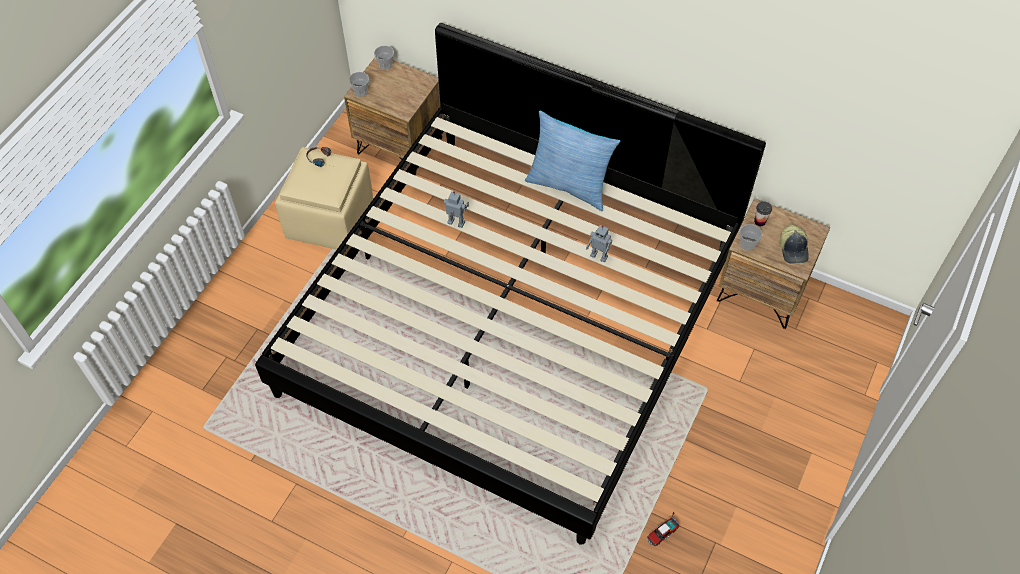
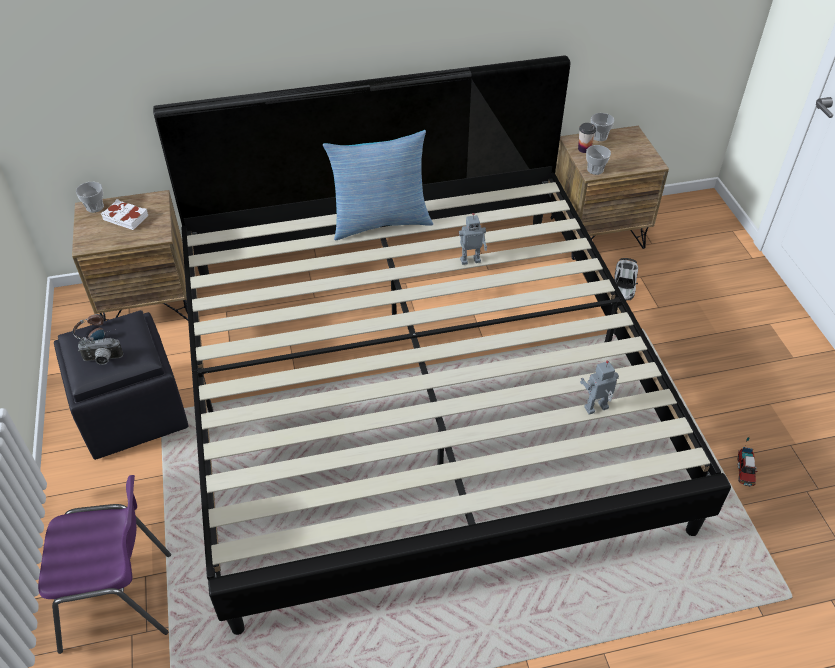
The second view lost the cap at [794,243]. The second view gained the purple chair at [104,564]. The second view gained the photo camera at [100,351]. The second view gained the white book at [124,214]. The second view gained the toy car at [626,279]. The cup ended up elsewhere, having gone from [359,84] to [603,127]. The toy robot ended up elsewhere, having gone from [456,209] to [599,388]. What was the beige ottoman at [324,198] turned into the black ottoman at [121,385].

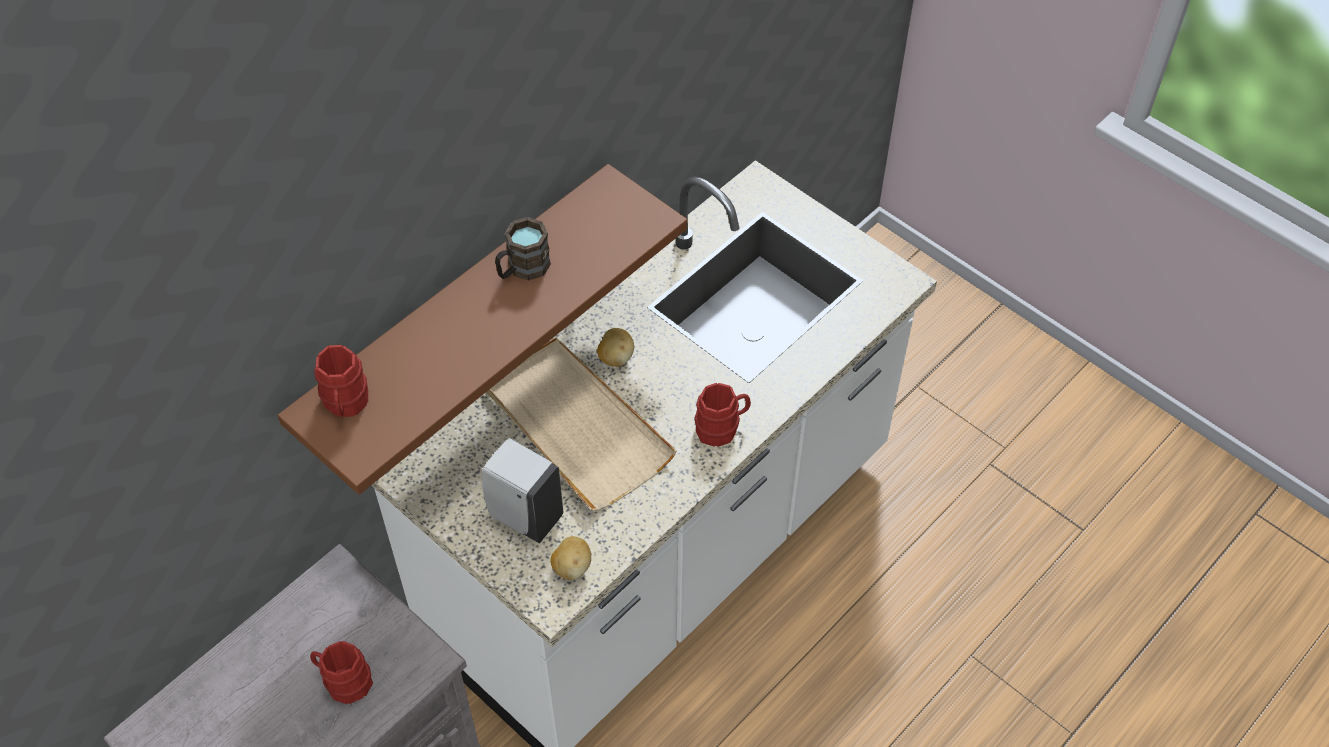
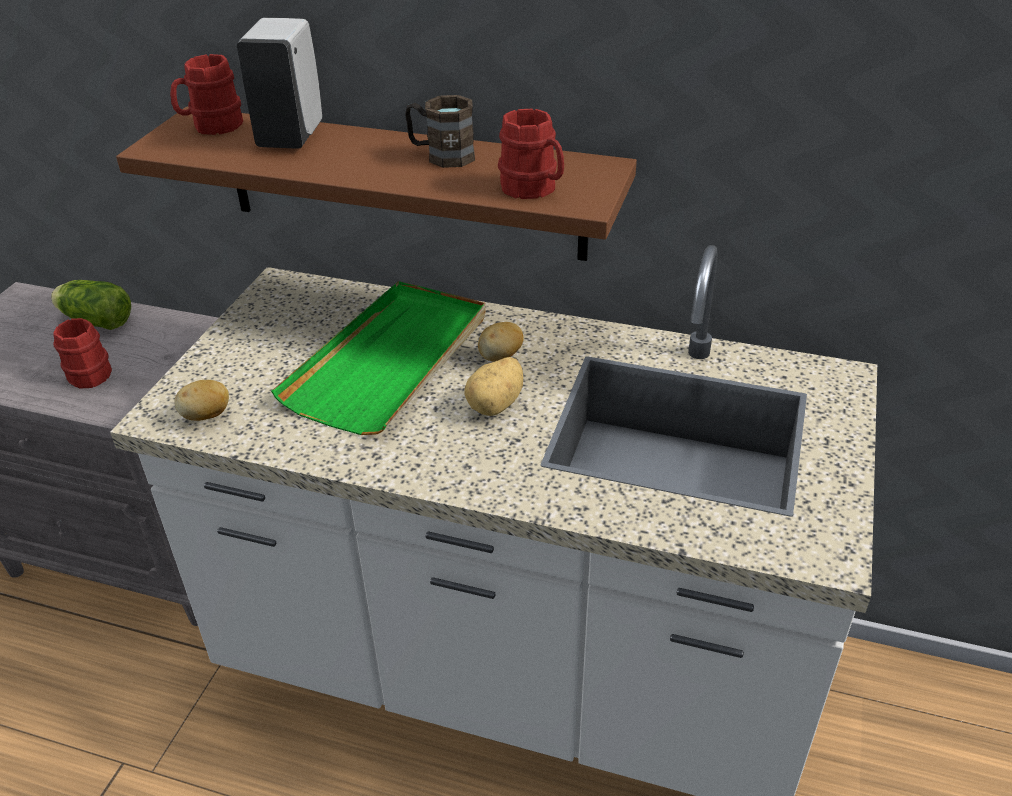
The second view gained the lettuce at [91,305]. The second view gained the potato at [493,386]. The white soap dispenser ended up elsewhere, having gone from [522,490] to [279,83]. The red mug ended up elsewhere, having gone from [722,415] to [531,154]. What was the beige tray at [582,424] turned into the green tray at [378,358].

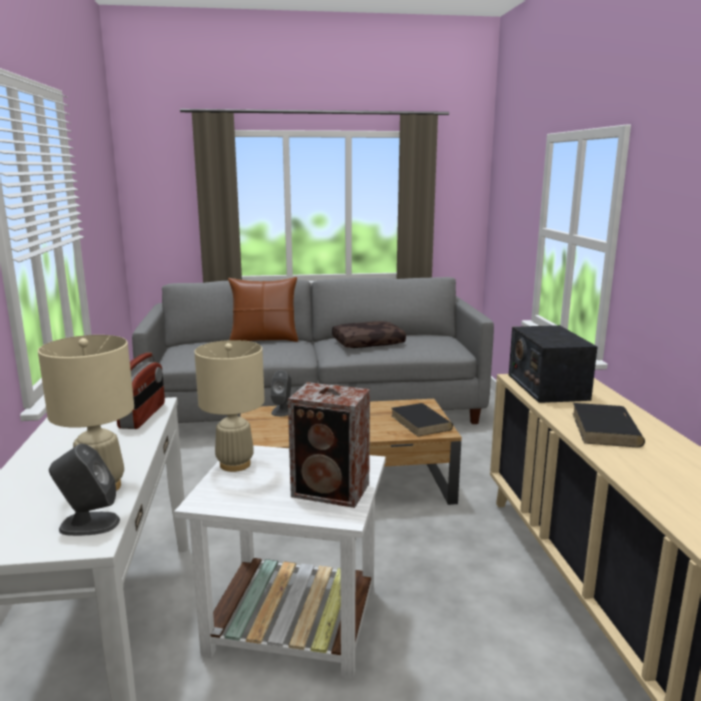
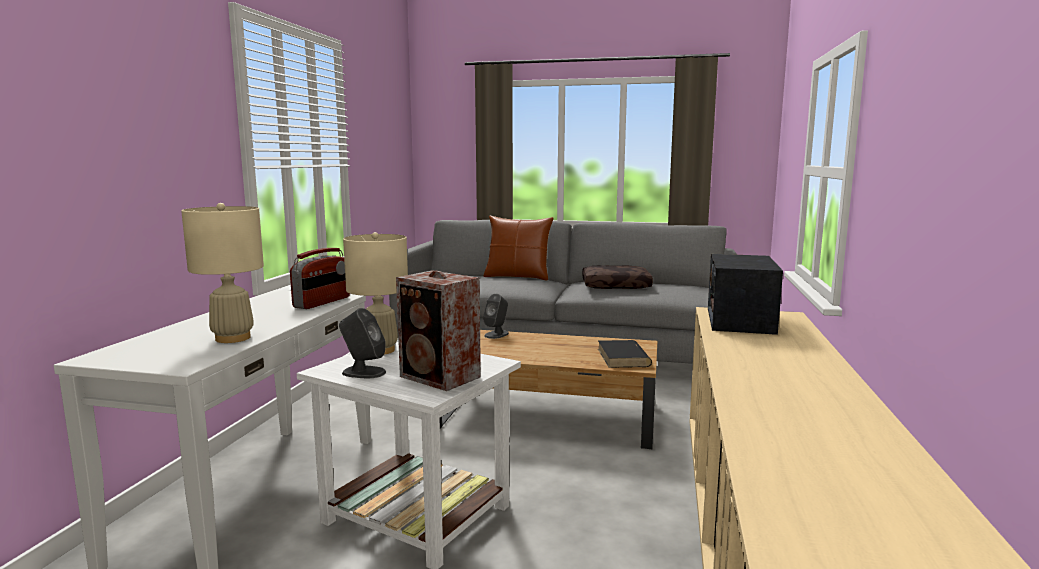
The second view lost the black book at [608,425]. The grey speaker ended up elsewhere, having gone from [84,490] to [362,343].

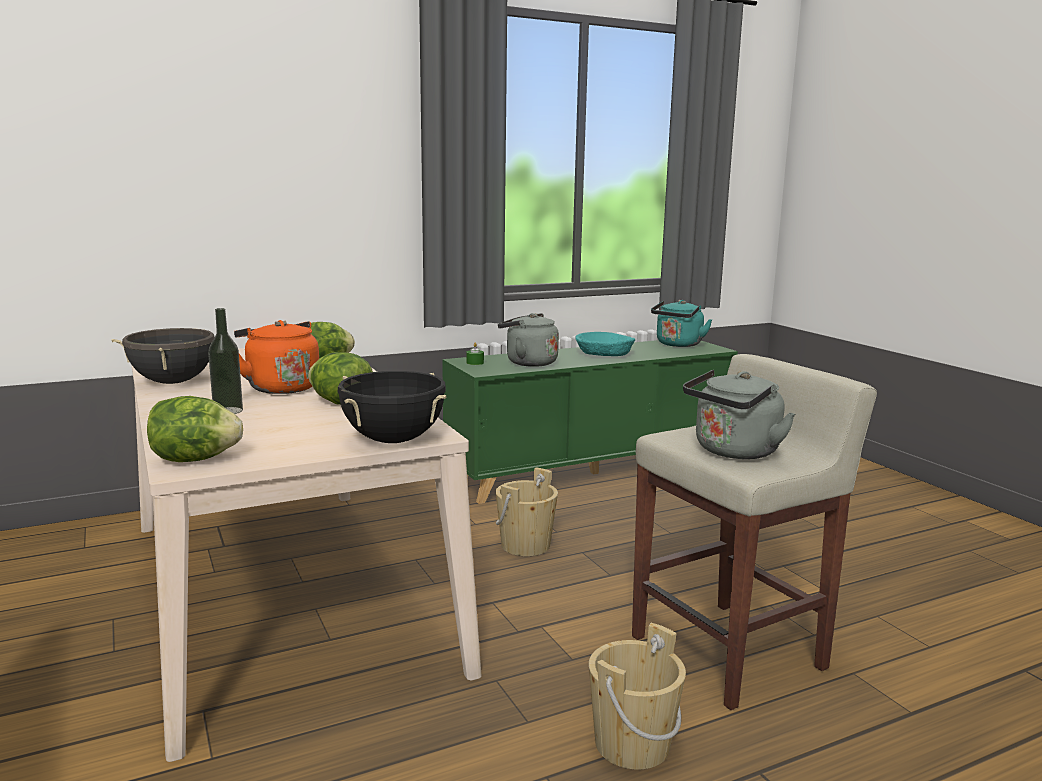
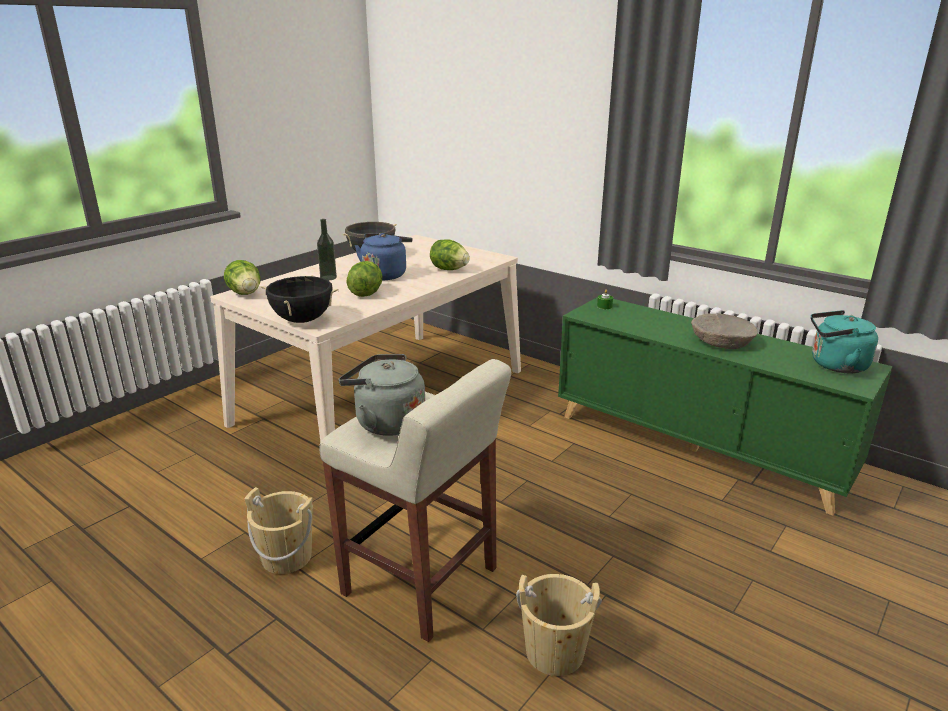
The second view lost the grey kettle at [528,340]. The beige bucket ended up elsewhere, having gone from [527,511] to [559,625]. What was the orange kettle at [276,357] turned into the blue kettle at [383,256]. What was the turquoise bowl at [605,344] turned into the beige bowl at [724,331].

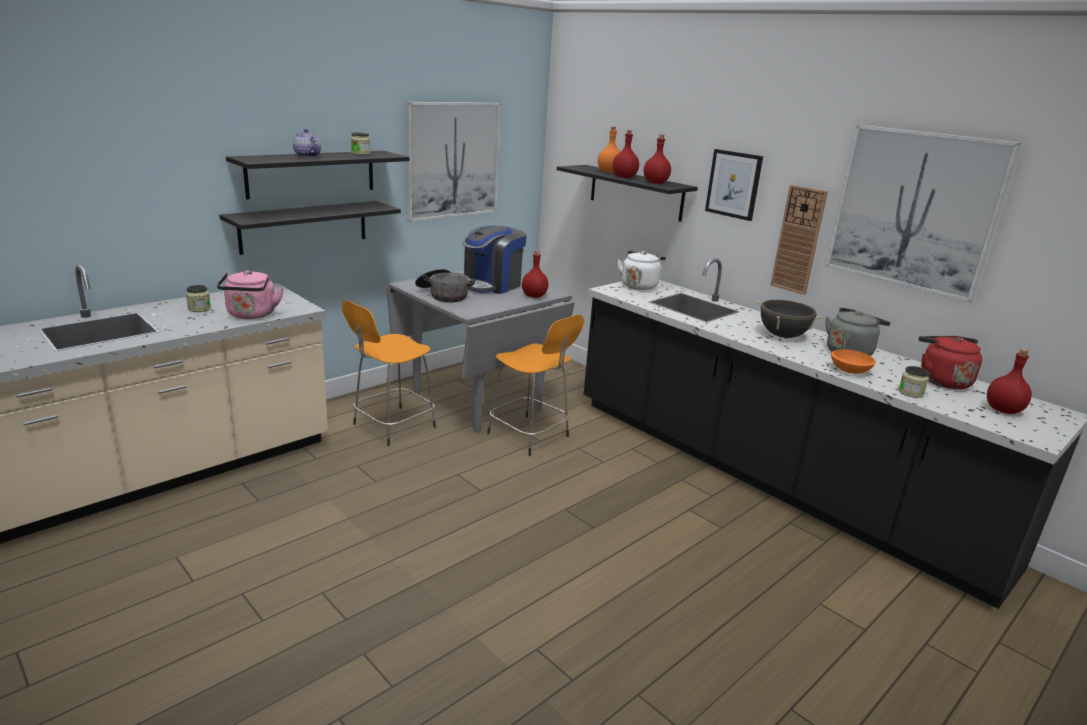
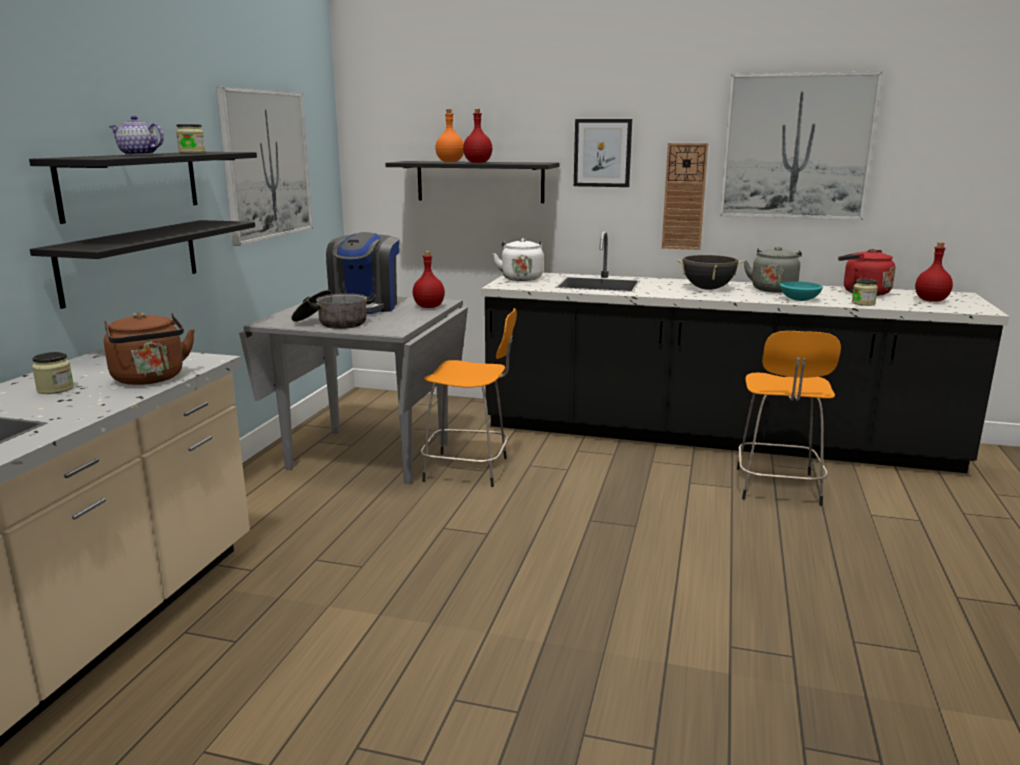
The second view lost the red bottle at [657,159]. The orange stool ended up elsewhere, having gone from [389,373] to [789,418]. What was the pink kettle at [250,294] turned into the brown kettle at [149,348]. What was the orange bowl at [853,361] turned into the turquoise bowl at [801,291].

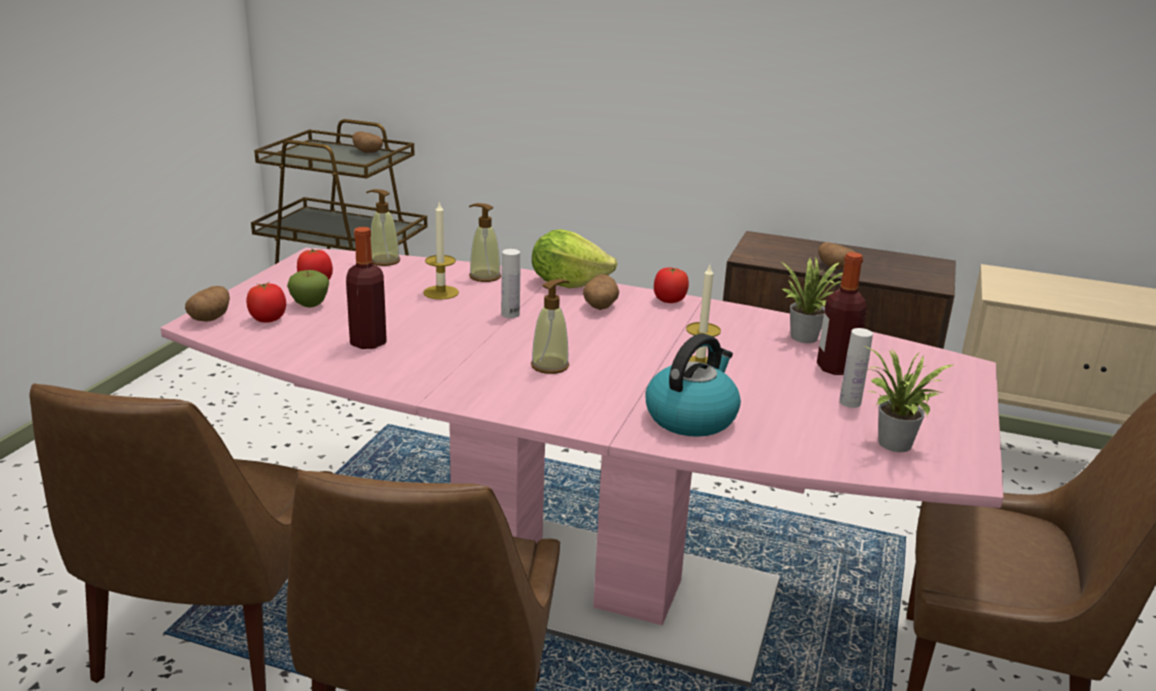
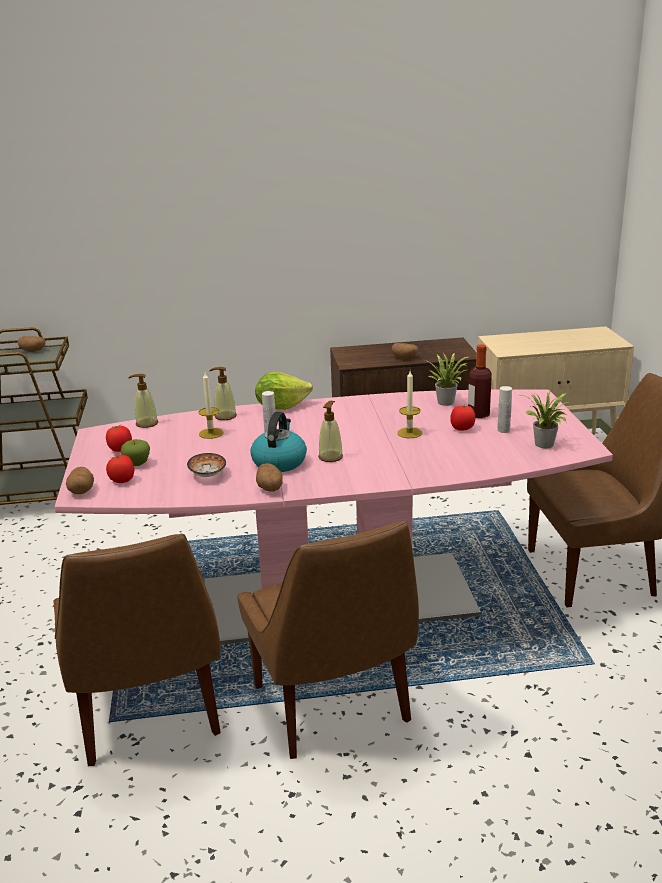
The potato ended up elsewhere, having gone from [601,292] to [269,477]. The kettle ended up elsewhere, having gone from [693,385] to [278,442]. The tomato ended up elsewhere, having gone from [671,285] to [462,418]. Where the bottle stood at [366,288], the bowl came to stand at [206,465].

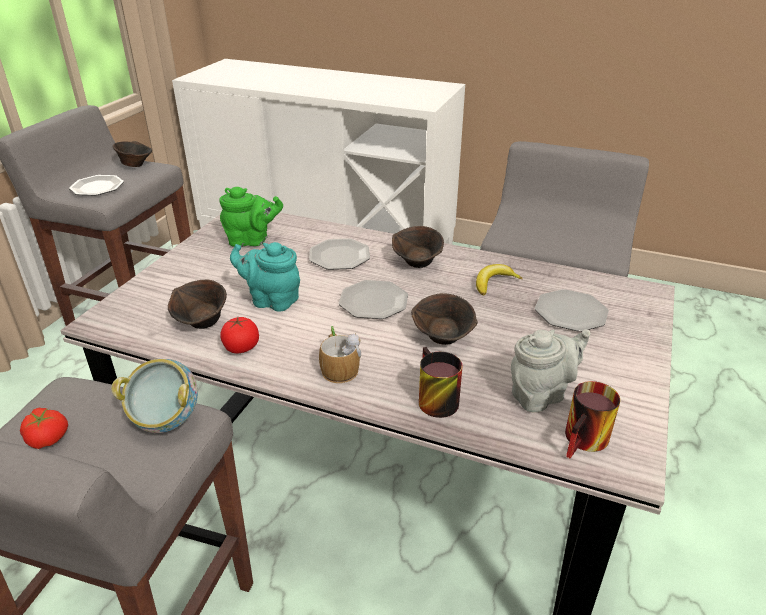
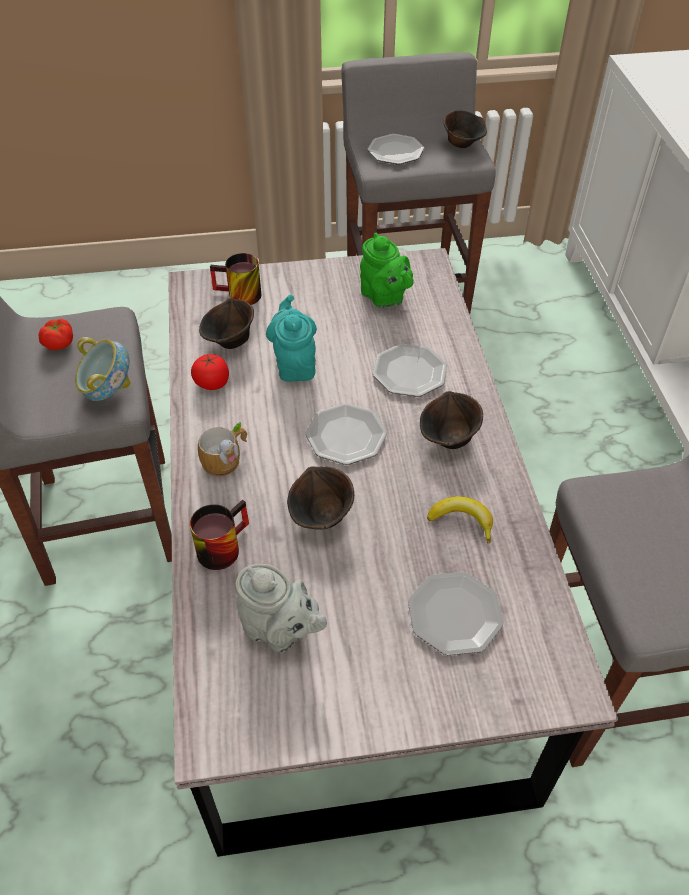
The mug ended up elsewhere, having gone from [592,419] to [235,279].

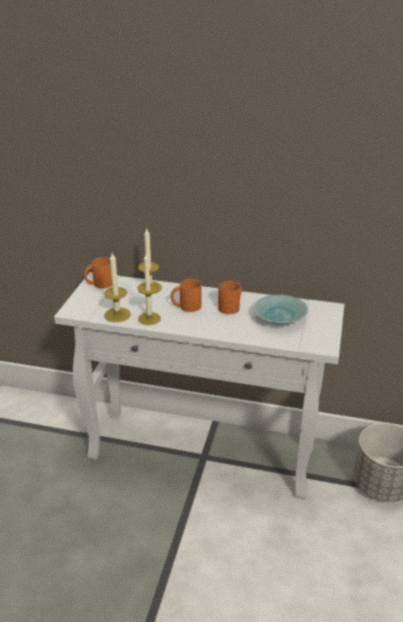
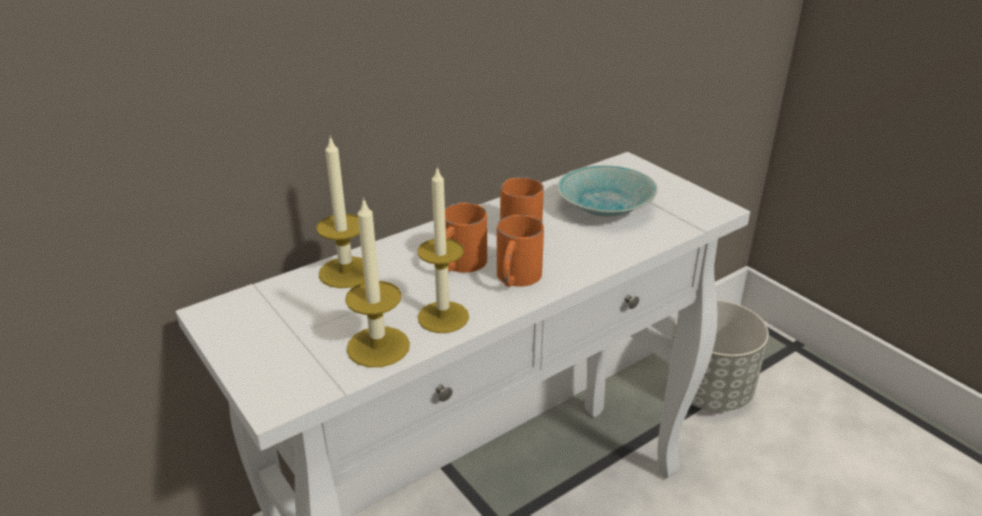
The orange mug ended up elsewhere, having gone from [98,273] to [520,251].

